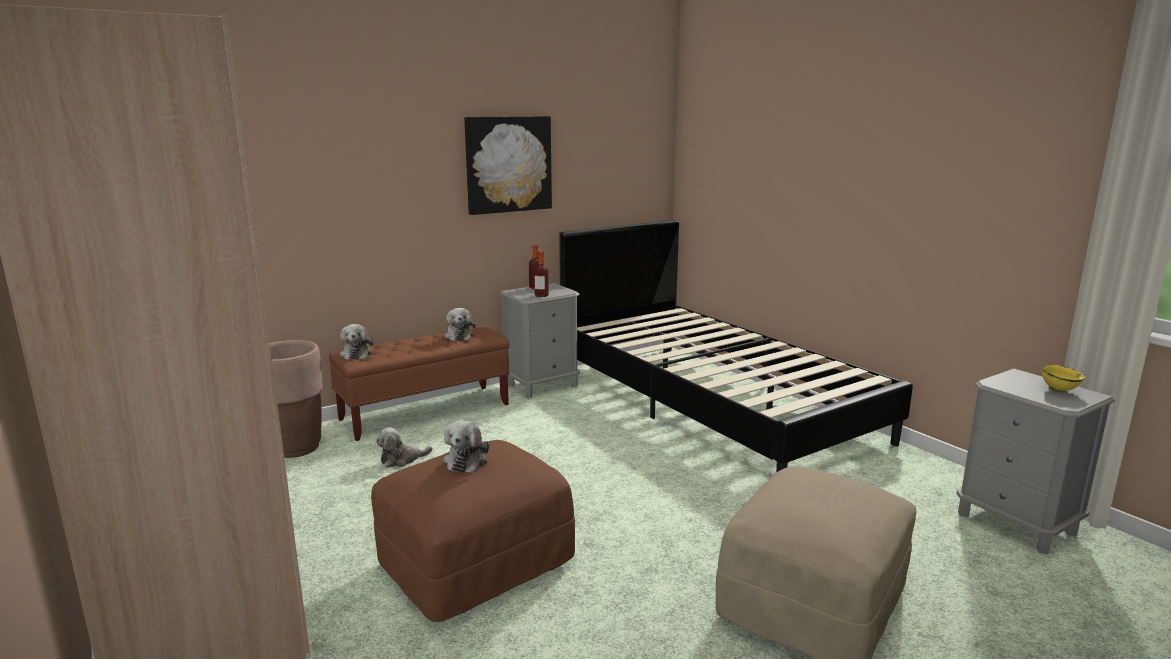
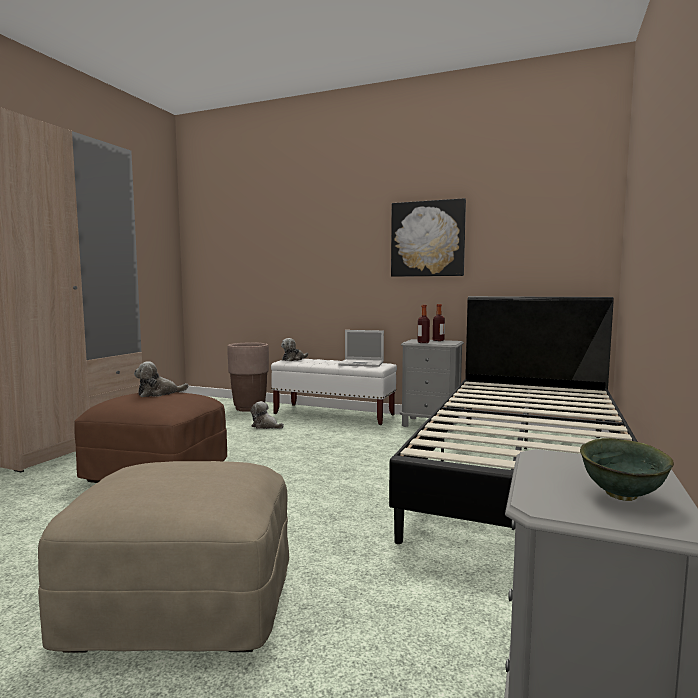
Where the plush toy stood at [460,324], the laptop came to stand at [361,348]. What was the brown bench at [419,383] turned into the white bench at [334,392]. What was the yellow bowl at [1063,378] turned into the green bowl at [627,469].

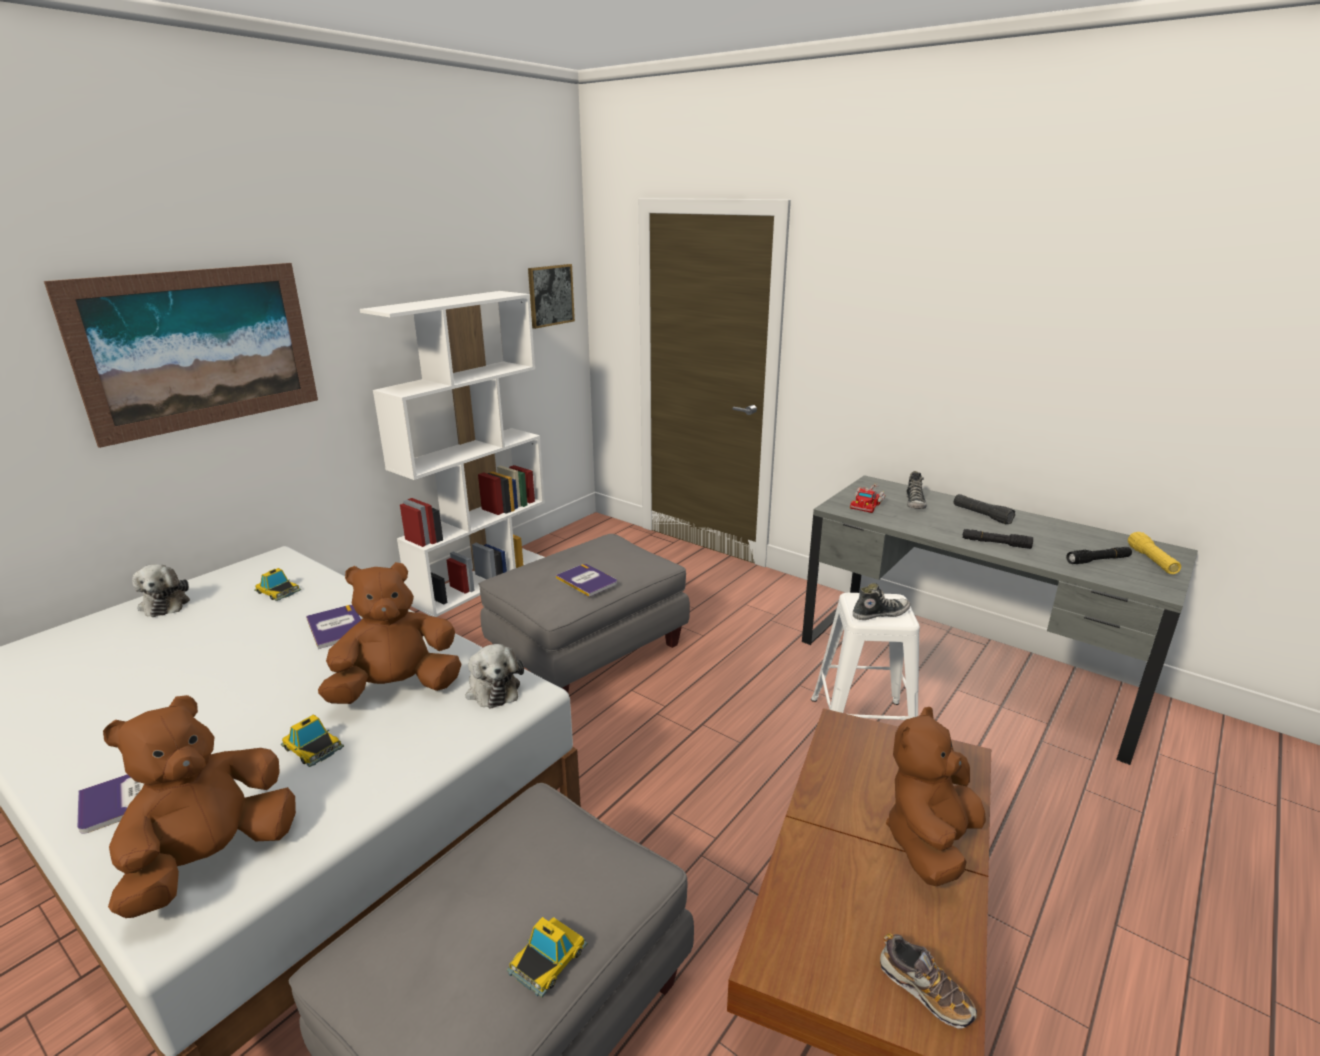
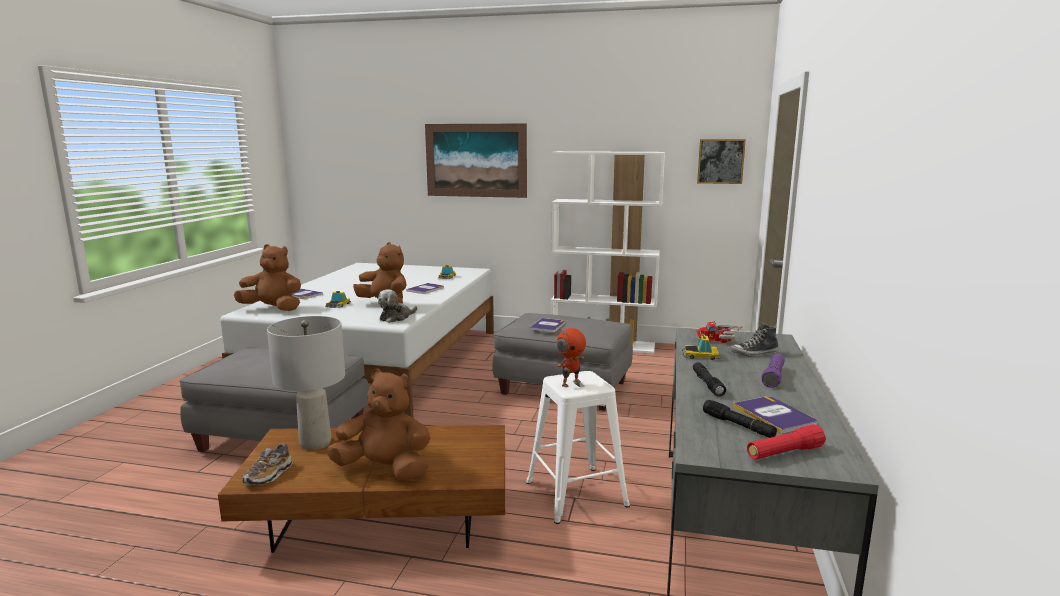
The second view lost the plush toy at [161,590]. The second view gained the grey table lamp at [306,383]. The second view gained the book at [775,415]. The toy car ended up elsewhere, having gone from [547,957] to [701,347]. Where the shoe stood at [881,601], the toy robot came to stand at [571,356]. What was the black flashlight at [984,509] turned into the purple flashlight at [773,371]. What was the yellow flashlight at [1154,553] turned into the red flashlight at [786,442].

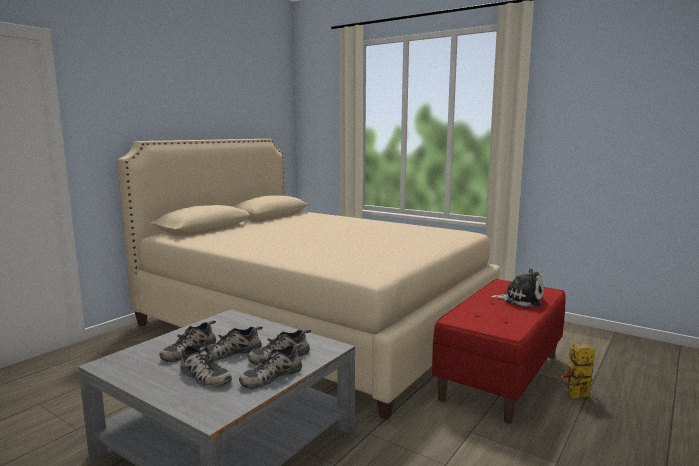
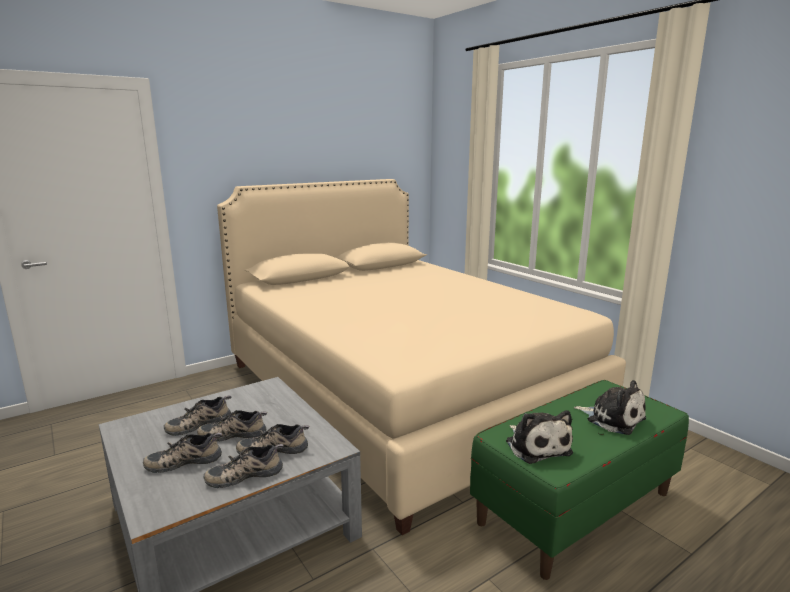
The second view lost the toy robot at [577,370]. The second view gained the plush toy at [539,437]. What was the red bench at [499,351] turned into the green bench at [579,480]. The shoe at [206,365] ended up facing another way, 105 degrees clockwise from before.

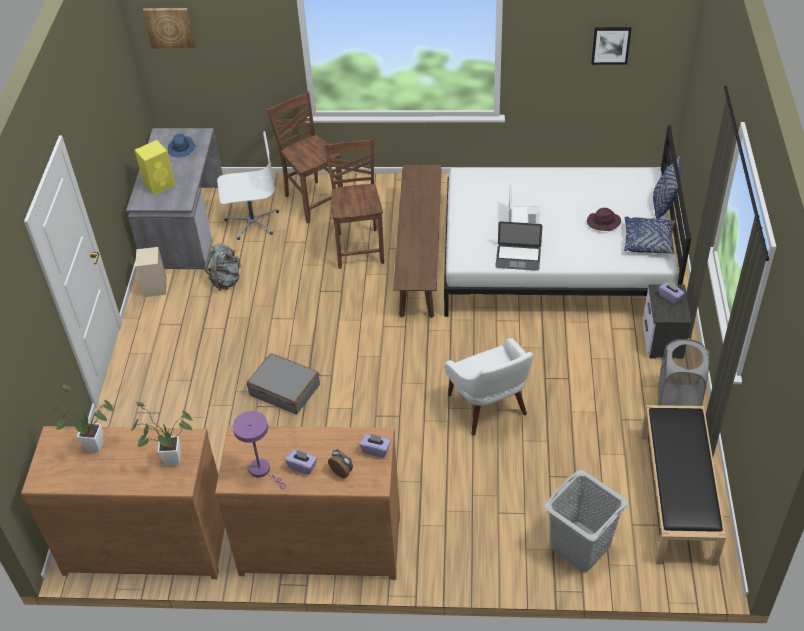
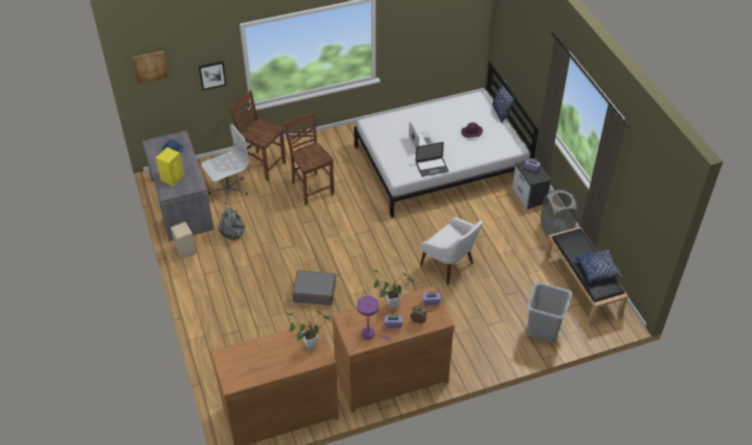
The second view lost the brown bench at [417,241]. The potted plant ended up elsewhere, having gone from [83,419] to [393,289]. The picture ended up elsewhere, having gone from [611,46] to [213,75]. The blue pillow ended up elsewhere, having gone from [649,235] to [598,266].

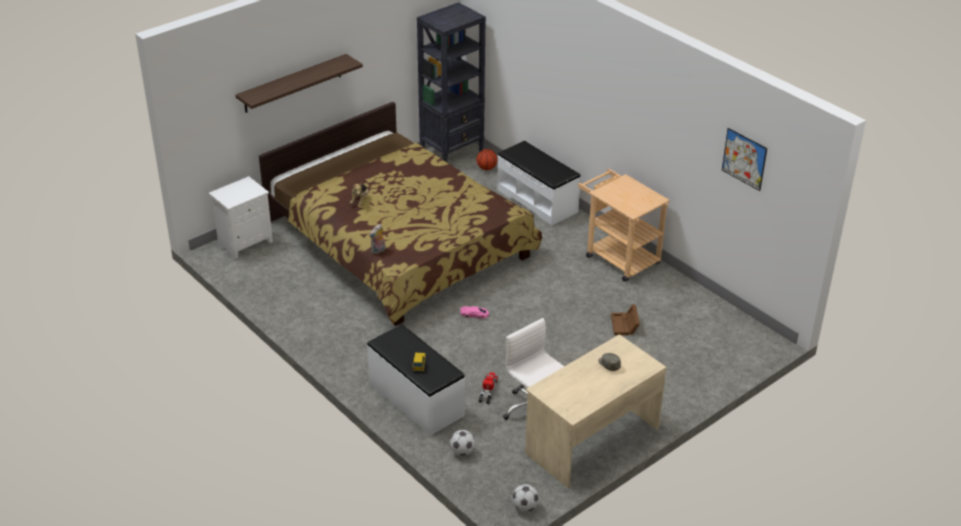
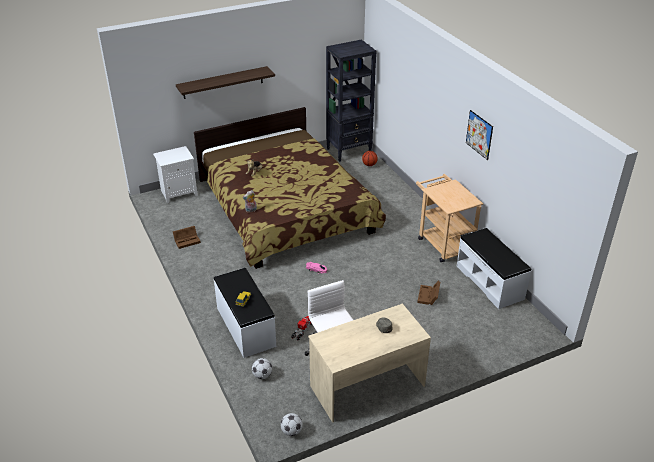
The second view gained the brown storage box at [187,237]. The white bench ended up elsewhere, having gone from [539,183] to [494,268]. The picture ended up elsewhere, having gone from [744,159] to [479,135].

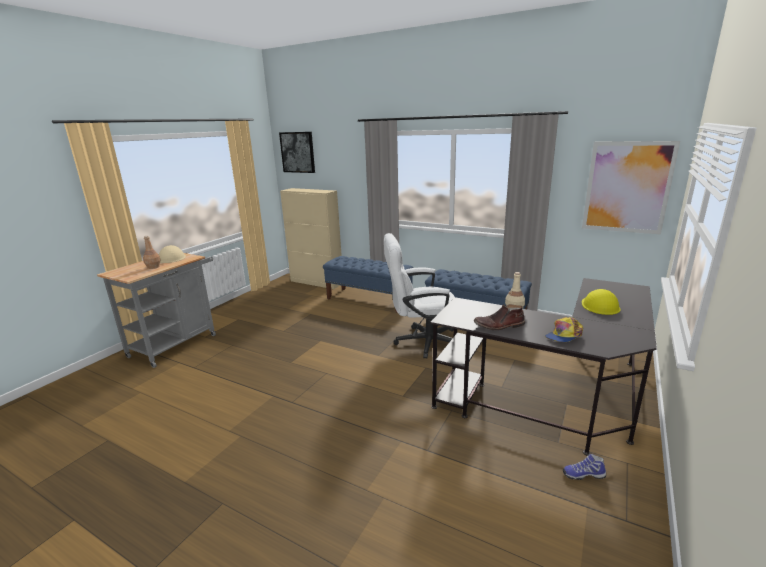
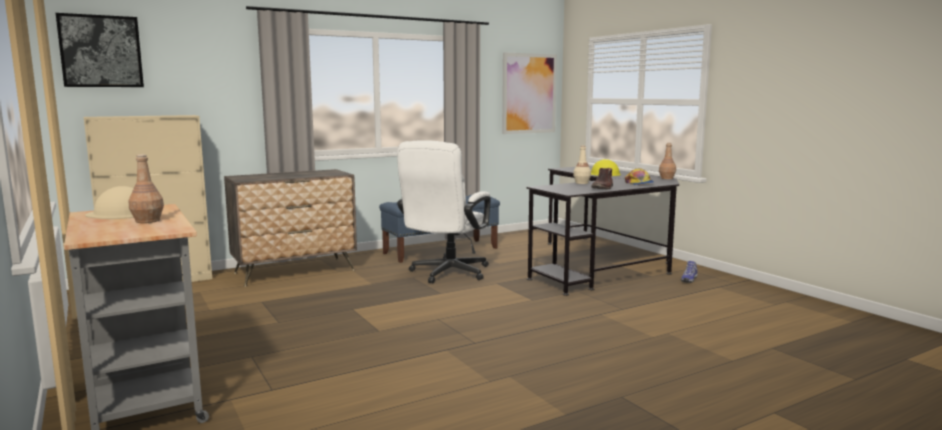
The second view gained the brown bottle at [667,161]. Where the blue bench stood at [368,284], the dresser came to stand at [290,228].

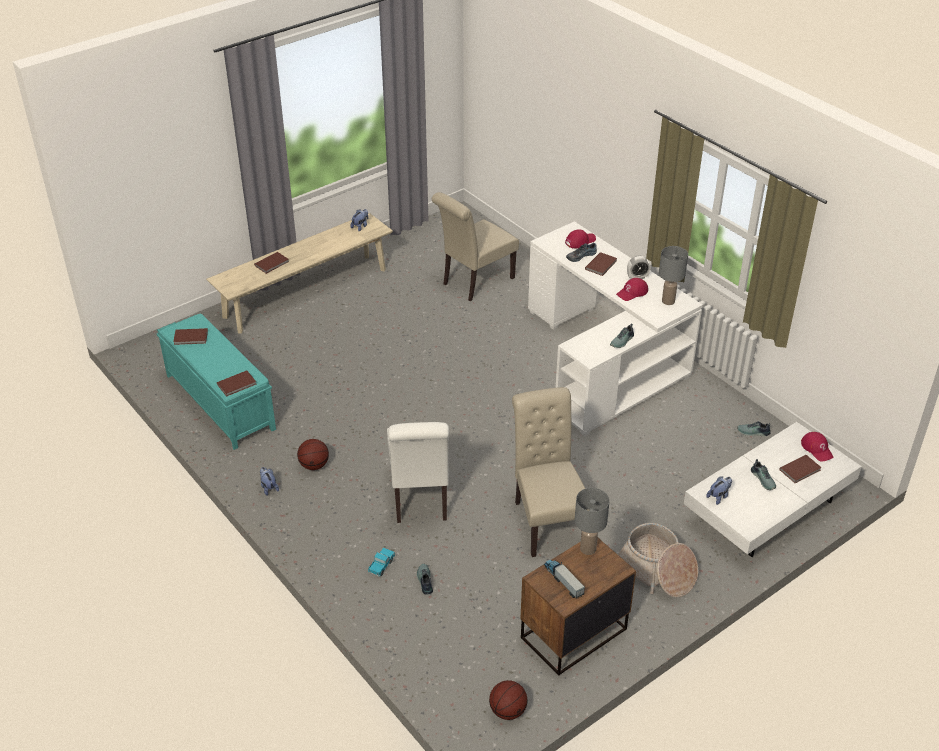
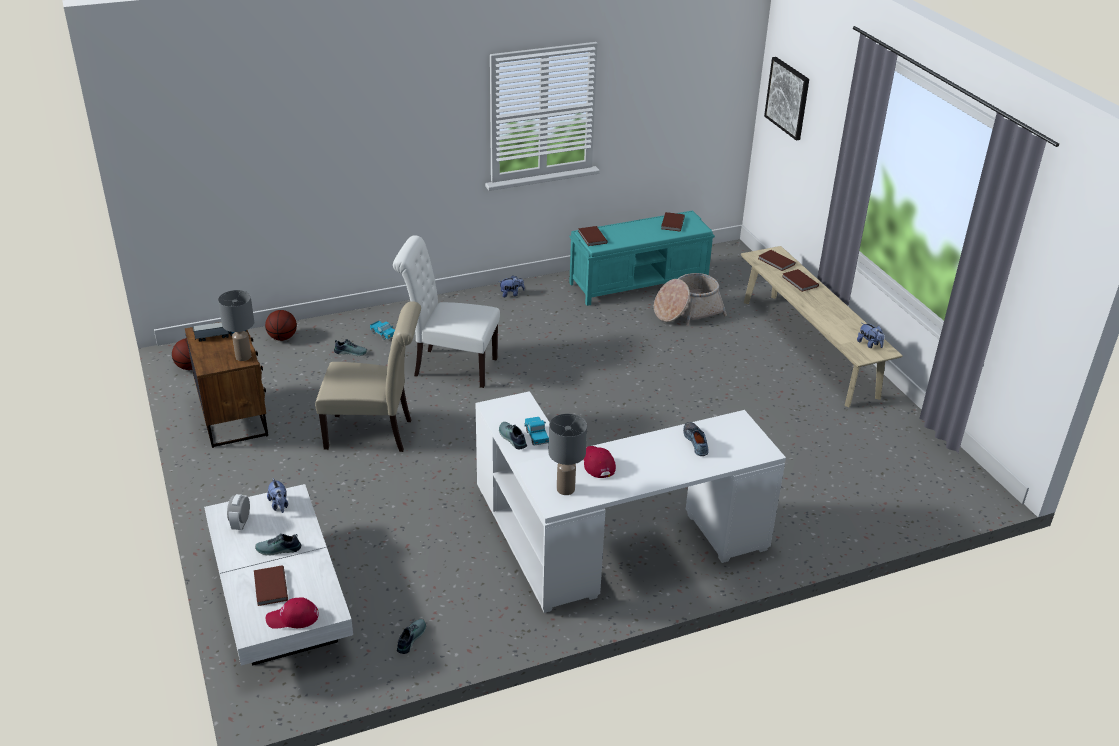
The second view lost the beige chair at [475,246]. The second view lost the red cap at [580,239]. The second view gained the toy truck at [536,431]. The second view gained the picture at [786,99]. The basketball ended up elsewhere, having gone from [313,454] to [281,325]. The brown book ended up elsewhere, having gone from [601,264] to [777,260]. The basket ended up elsewhere, having gone from [658,560] to [690,299]. The alarm clock ended up elsewhere, having gone from [639,267] to [238,512].

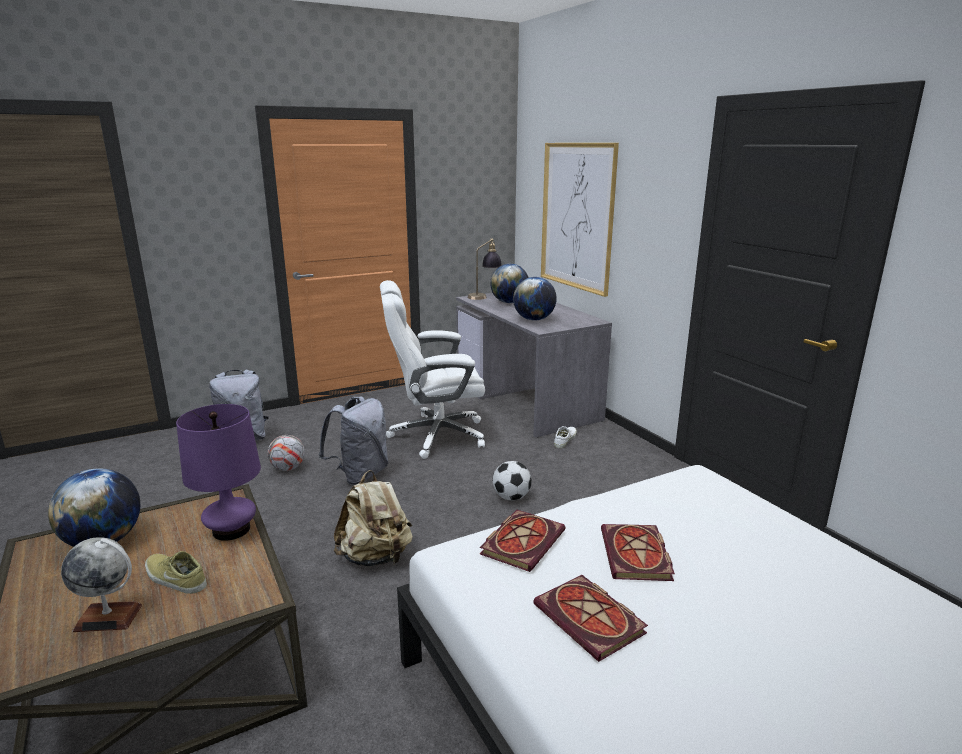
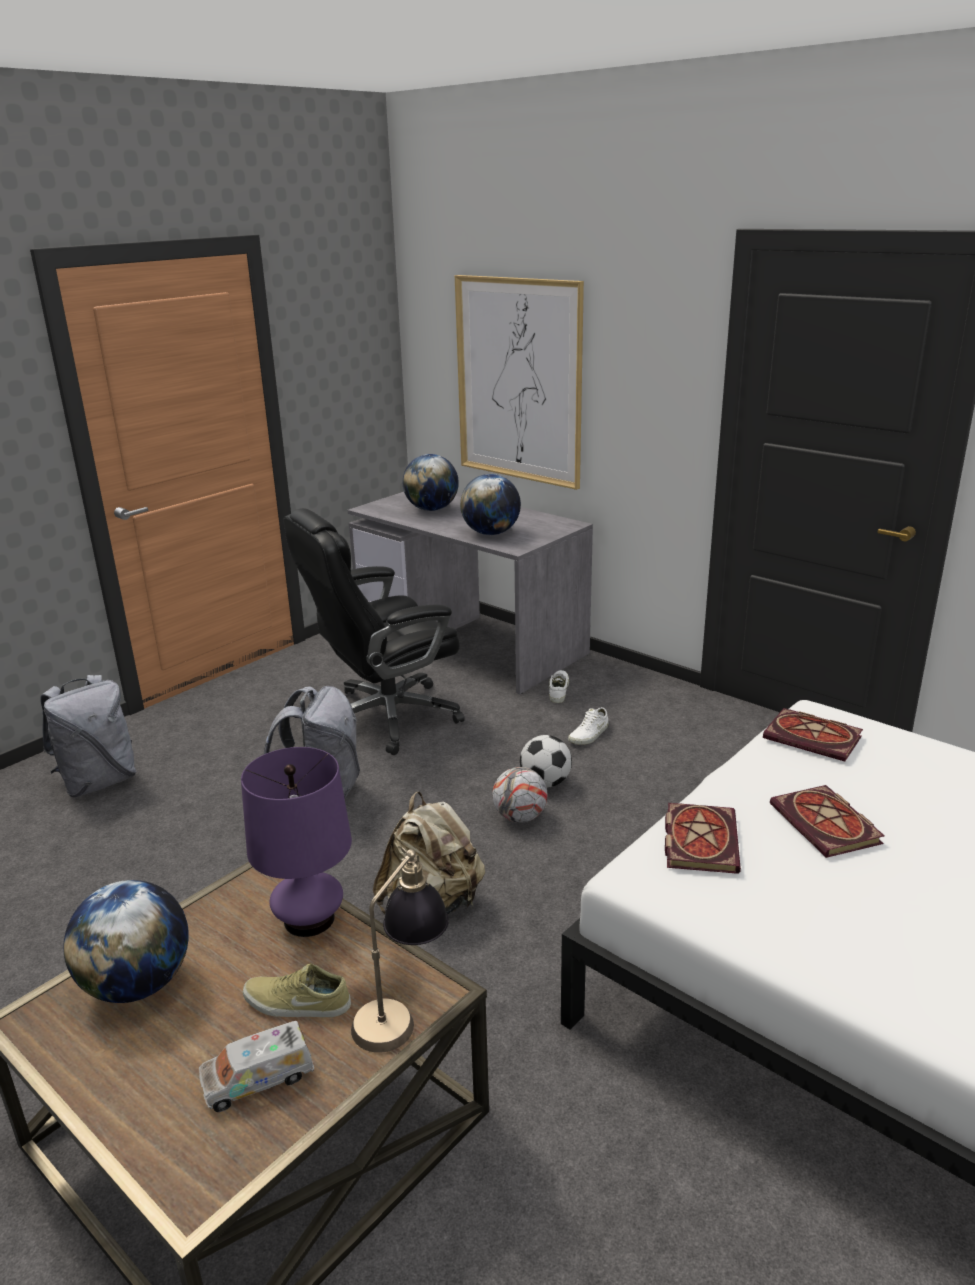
The second view gained the white shoe at [588,726]. The football ended up elsewhere, having gone from [286,453] to [520,795]. The table lamp ended up elsewhere, having gone from [484,269] to [400,950]. The book ended up elsewhere, having gone from [590,618] to [813,735]. Where the globe stood at [101,584], the toy truck came to stand at [256,1066]. What was the white office chair at [432,369] turned into the black office chair at [374,631].

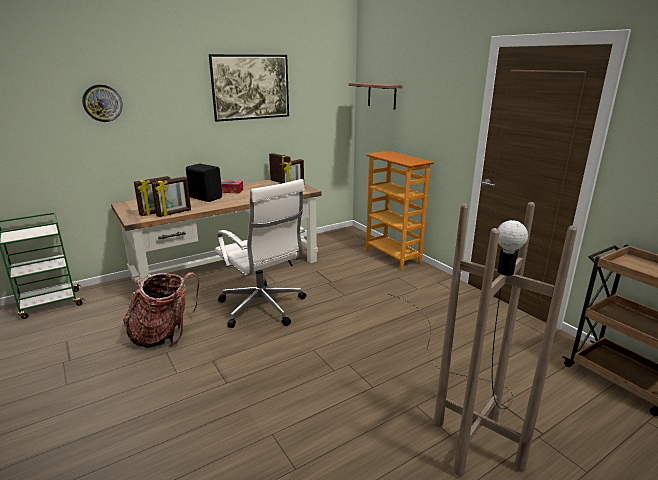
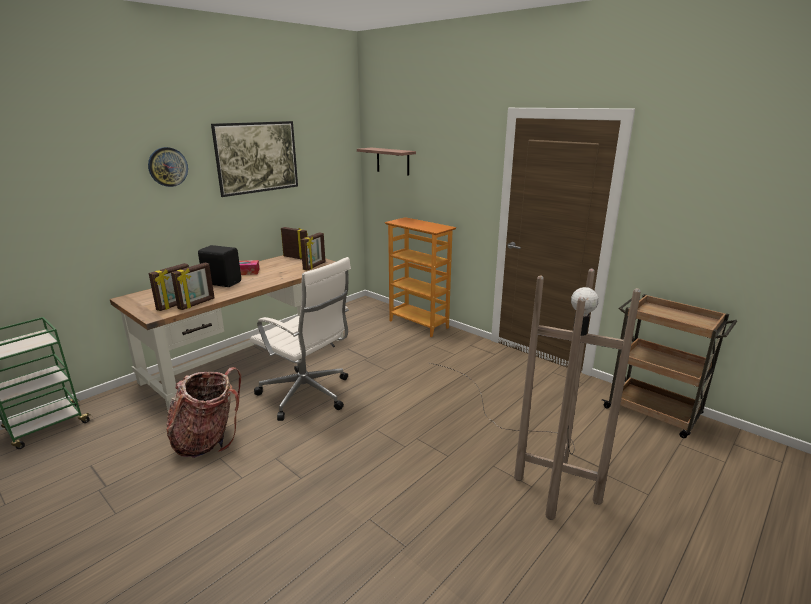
The wall clock ended up elsewhere, having gone from [102,103] to [168,167].

